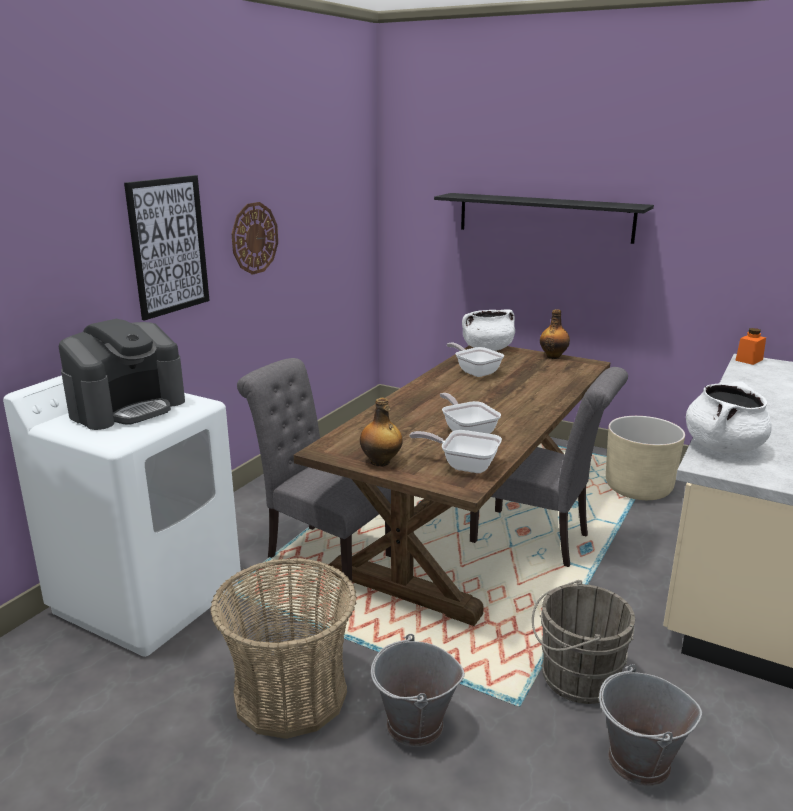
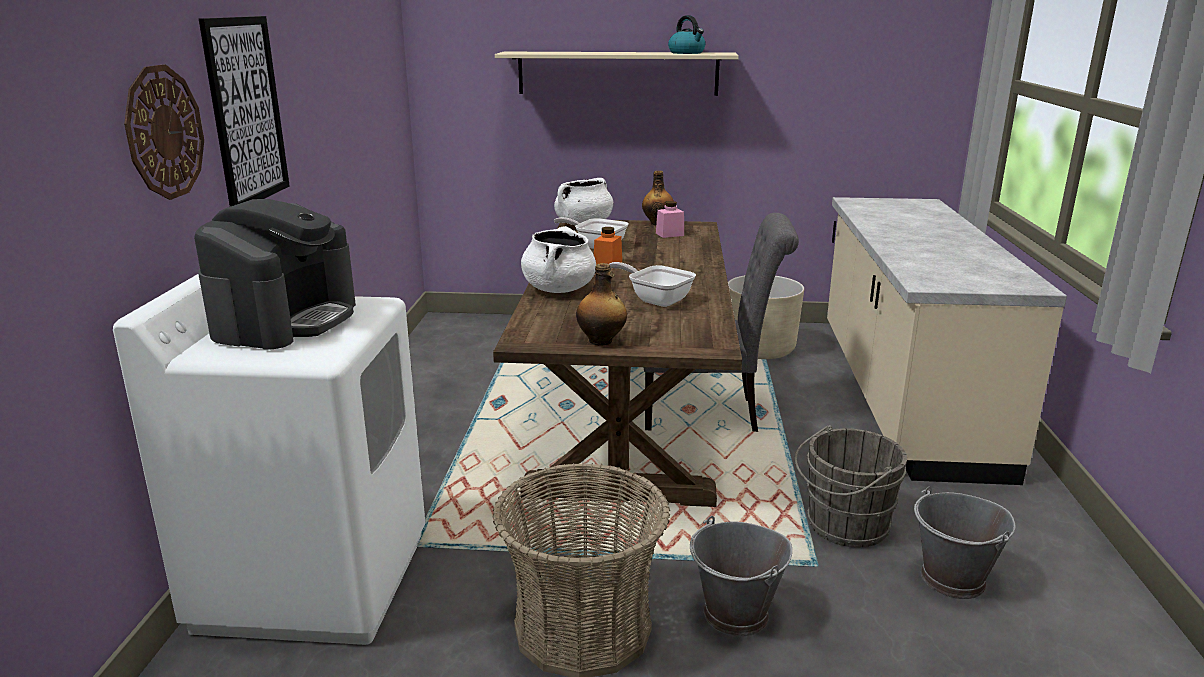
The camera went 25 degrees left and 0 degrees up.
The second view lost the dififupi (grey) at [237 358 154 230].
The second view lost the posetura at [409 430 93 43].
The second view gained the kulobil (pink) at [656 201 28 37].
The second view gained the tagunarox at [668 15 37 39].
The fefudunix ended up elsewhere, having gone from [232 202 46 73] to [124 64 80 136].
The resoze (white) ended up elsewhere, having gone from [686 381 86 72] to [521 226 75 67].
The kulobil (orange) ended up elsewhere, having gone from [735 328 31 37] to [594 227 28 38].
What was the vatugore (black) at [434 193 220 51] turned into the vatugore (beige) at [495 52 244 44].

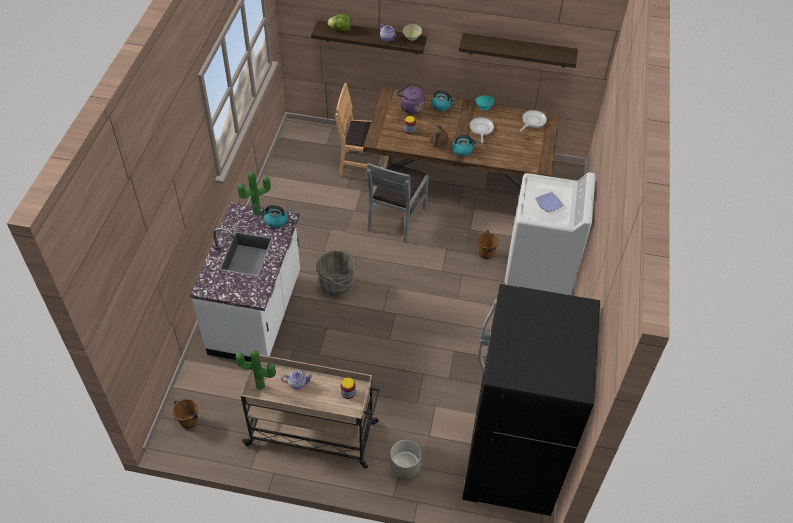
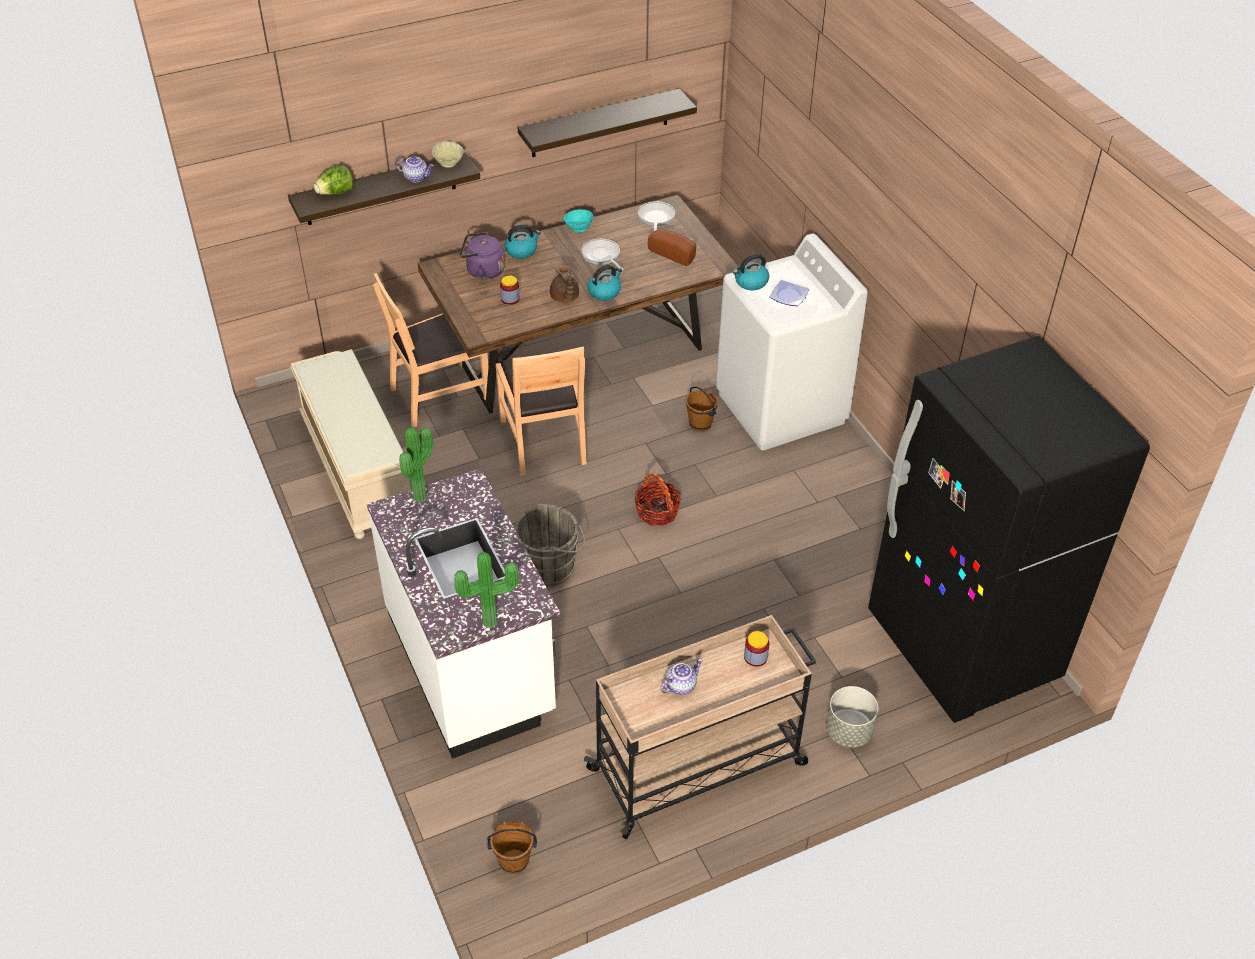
The camera went 35 degrees left and 5 degrees down.
The second view gained the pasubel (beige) at [290 349 121 190].
The second view gained the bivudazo at [635 473 46 53].
The second view gained the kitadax at [648 229 48 37].
The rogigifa ended up elsewhere, having gone from [236 350 40 40] to [454 552 65 76].
The tagunarox ended up elsewhere, having gone from [260 205 28 23] to [733 254 36 36].
What was the dififupi (grey) at [367 163 62 80] turned into the dififupi (brown) at [496 346 91 130].

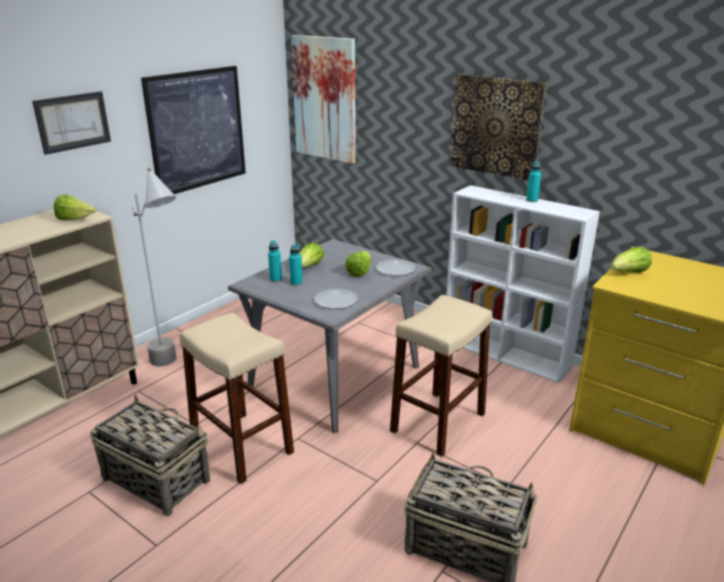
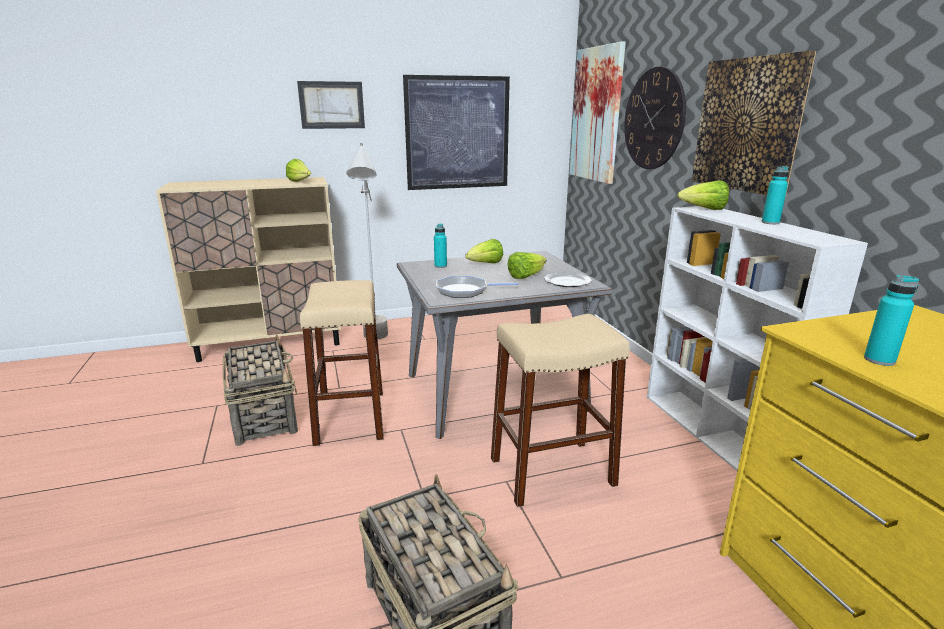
The camera went 35 degrees right and 5 degrees down.
The second view gained the fefudunix at [624 67 62 102].
The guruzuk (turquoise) ended up elsewhere, having gone from [289 244 14 42] to [864 275 55 91].
The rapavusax ended up elsewhere, having gone from [611 247 41 26] to [677 180 52 30].
Where the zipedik stood at [314 288 44 21], the posetura came to stand at [436 276 82 22].

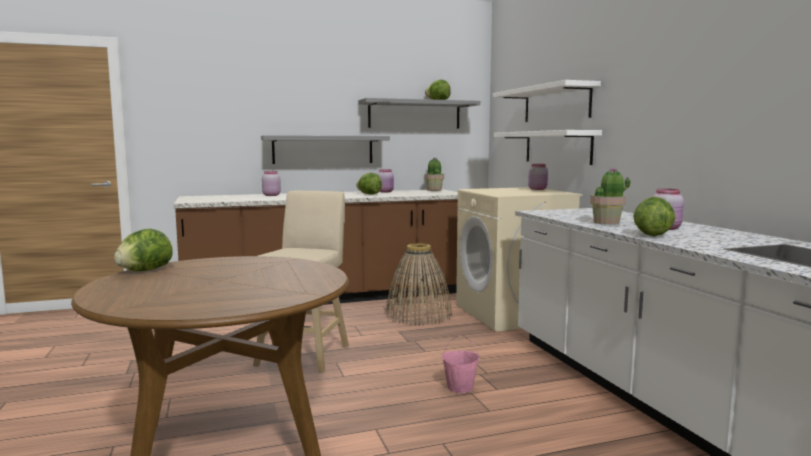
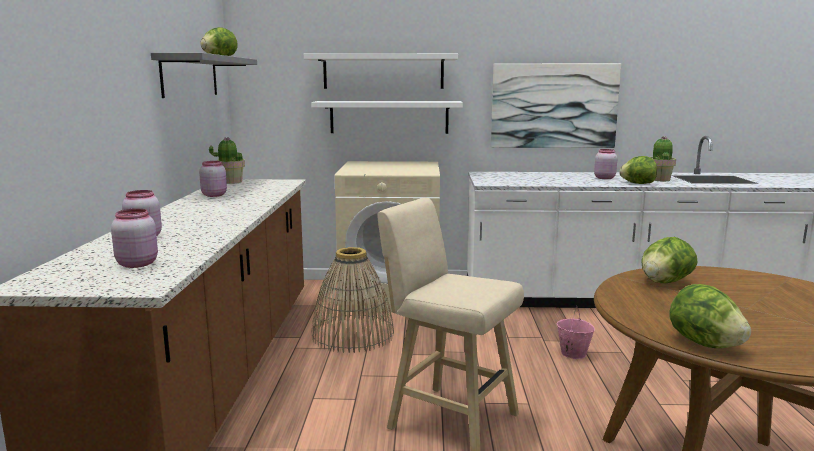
The camera went 70 degrees left and 5 degrees up.
The second view lost the vatugore (grey) at [261 135 129 29].
The second view gained the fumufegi at [491 63 130 85].
The rapavusax ended up elsewhere, having gone from [356 172 26 23] to [641 237 57 46].
The kulobil (pink) ended up elsewhere, having gone from [528 164 20 26] to [111 209 47 59].
The rogigifa ended up elsewhere, having gone from [590 168 40 57] to [650 136 26 45].

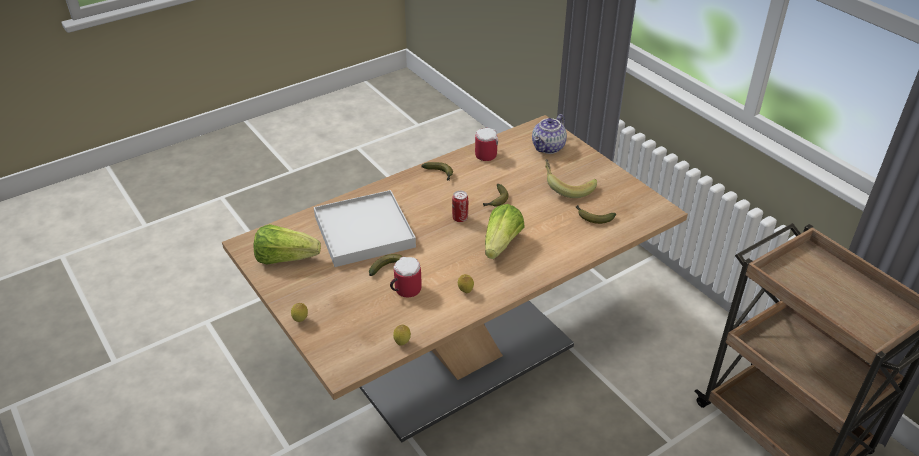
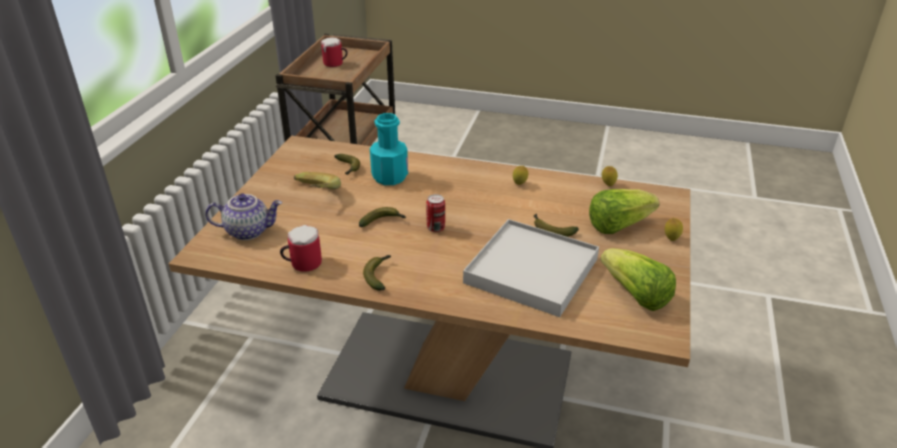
The camera went 130 degrees left and 5 degrees down.
The second view gained the guruzuk (turquoise) at [370 113 38 72].
The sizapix ended up elsewhere, having gone from [390 257 32 40] to [321 38 27 29].
The rapavusax ended up elsewhere, having gone from [485 204 39 55] to [589 189 71 45].

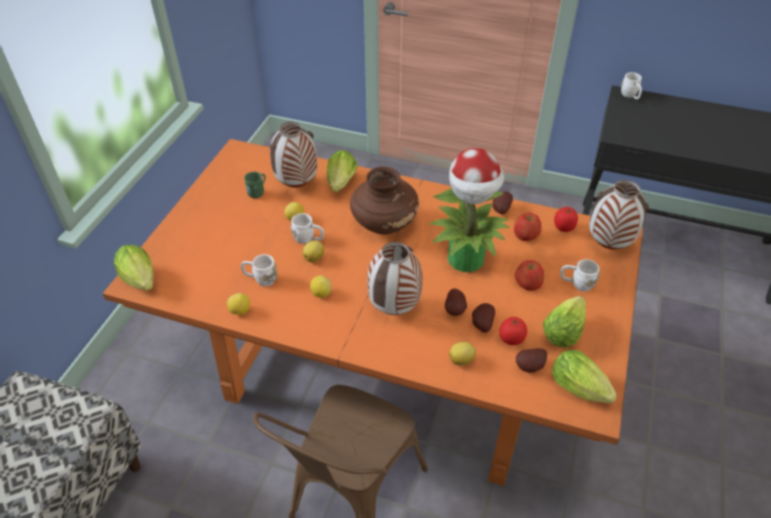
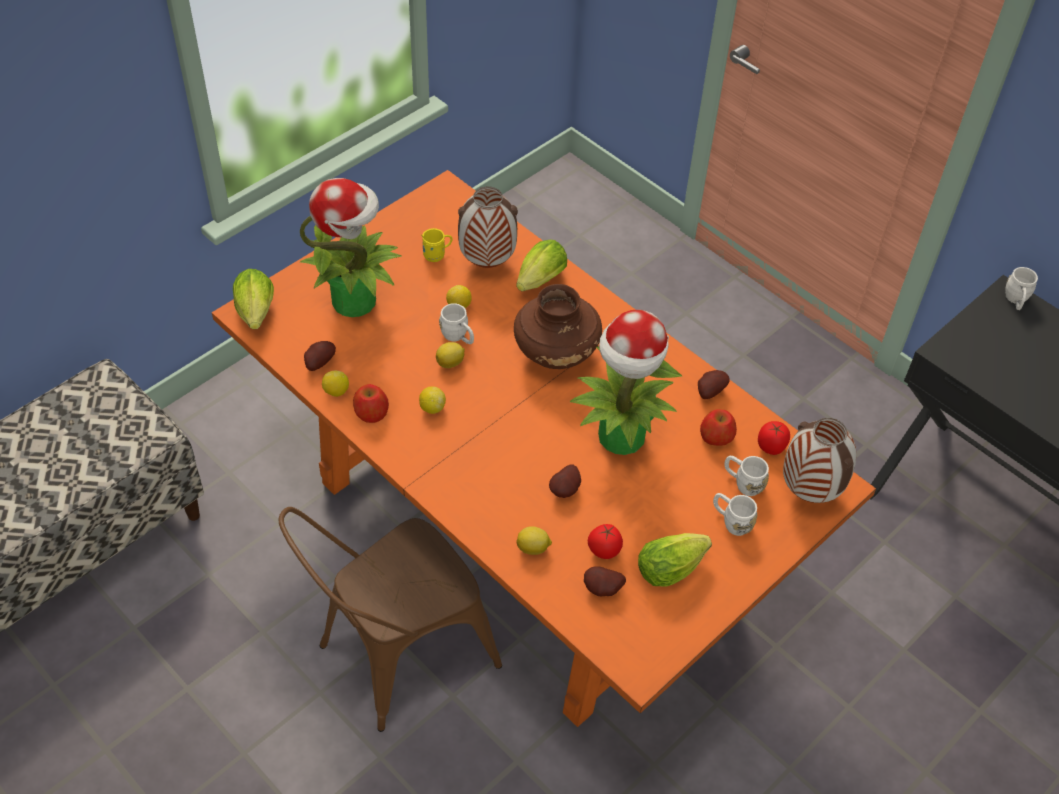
The camera went 25 degrees right and 5 degrees up.
The second view lost the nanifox at [367 242 56 73].
The second view lost the rapavusax at [552 350 65 53].
The second view gained the rogigifa at [299 178 103 139].
The sizapix (white) ended up elsewhere, having gone from [241 254 36 33] to [724 456 45 40].
The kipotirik ended up elsewhere, having gone from [472 303 23 30] to [304 341 32 30].
The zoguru ended up elsewhere, having gone from [515 260 29 31] to [353 384 36 39].
What was the sizapix (green) at [244 172 22 26] turned into the sizapix (yellow) at [421 228 32 34].

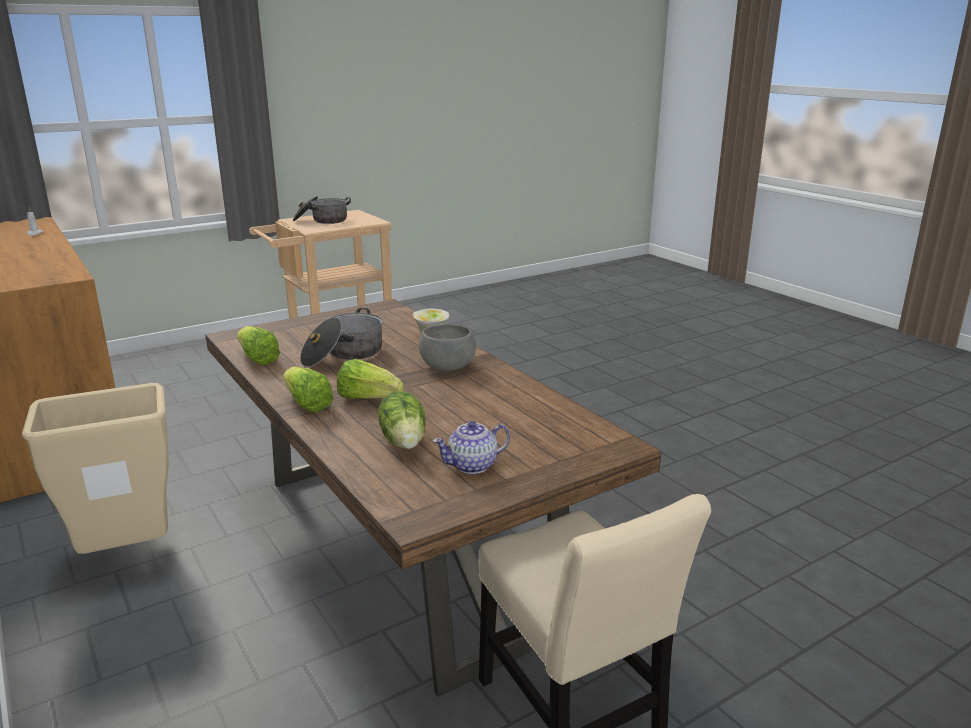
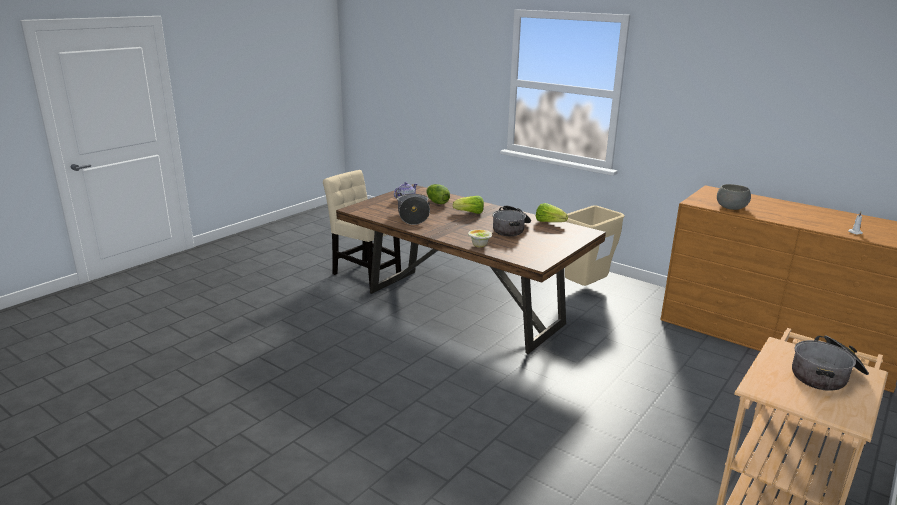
The camera went 160 degrees right and 0 degrees up.
The second view lost the rapavusax at [283 366 50 46].
The second view gained the resoze at [396 193 34 32].
The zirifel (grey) ended up elsewhere, having gone from [419 324 57 47] to [717 184 34 26].

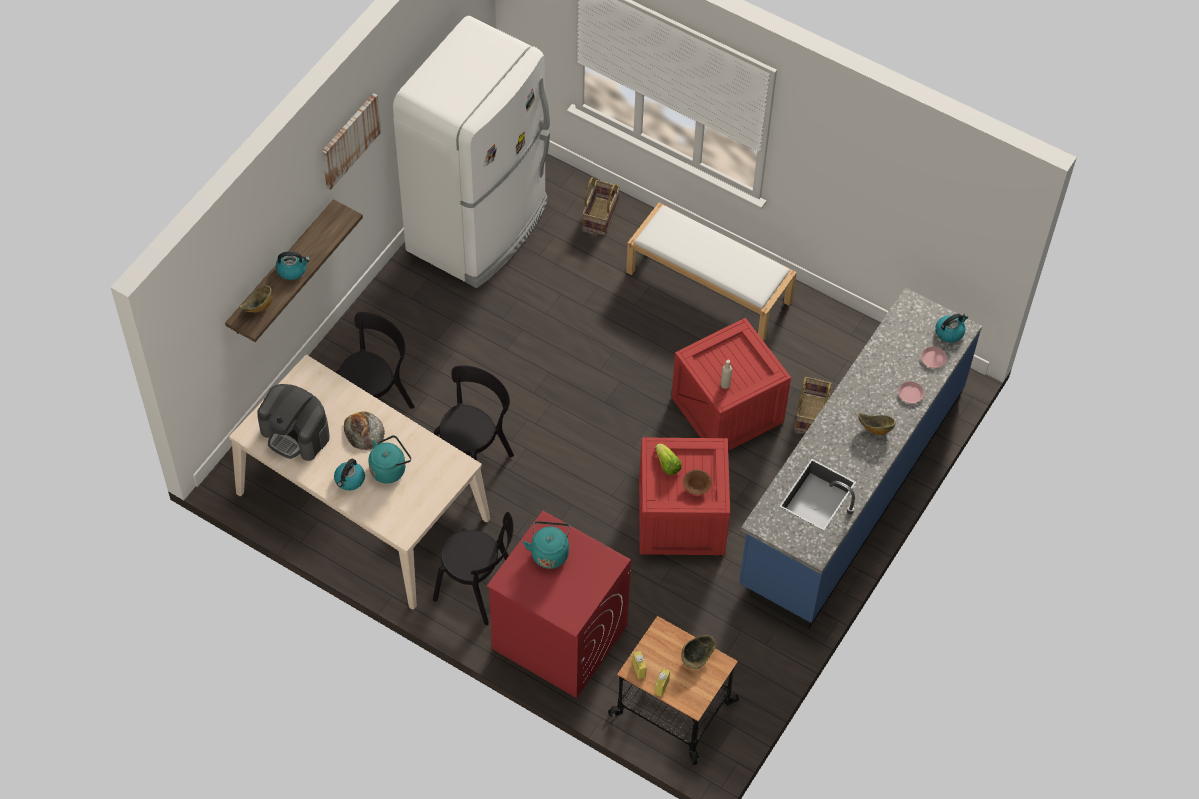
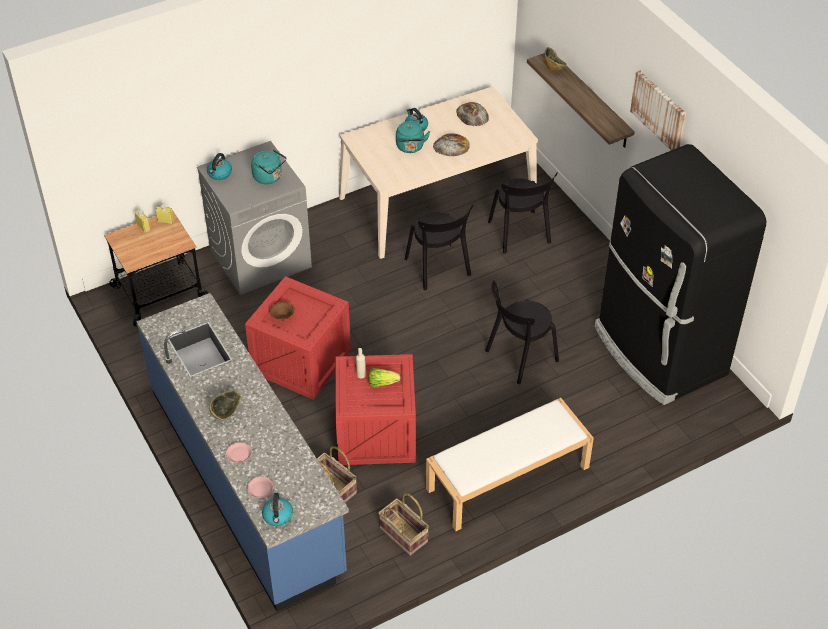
The camera went 120 degrees right and 10 degrees down.
The second view lost the zirifel at [681 635 35 34].
The tagunarox ended up elsewhere, having gone from [276 251 34 29] to [207 153 25 27].
The dififupi (black) ended up elsewhere, having gone from [433 512 81 114] to [485 280 74 104].
The bivudazo ended up elsewhere, having gone from [582 177 38 59] to [378 493 51 63].
The rapavusax ended up elsewhere, having gone from [655 443 27 32] to [368 368 33 19].
Where the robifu stood at [257 384 73 77], the kitadax came to stand at [456 102 33 24].
What was the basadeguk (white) at [393 16 157 272] turned into the basadeguk (black) at [595 144 171 261].
What was the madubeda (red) at [487 511 144 187] turned into the madubeda (grey) at [197 141 115 154].

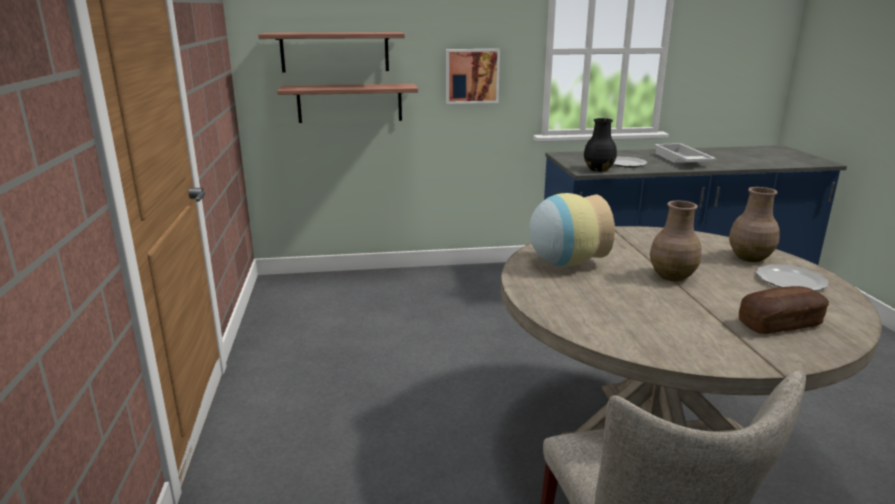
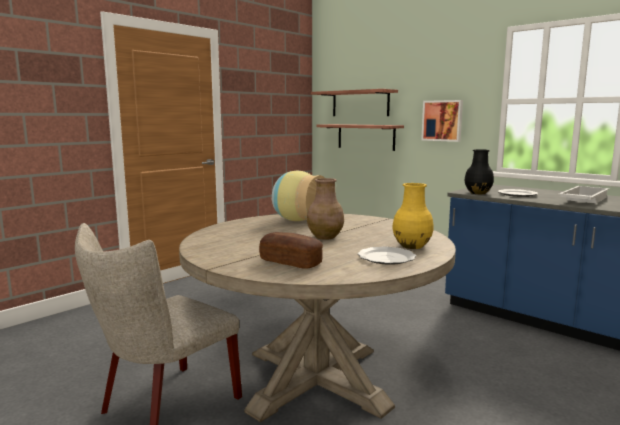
The camera went 50 degrees right and 10 degrees down.
What was the nanifox (brown) at [729 187 51 75] turned into the nanifox (yellow) at [392 183 42 66].

